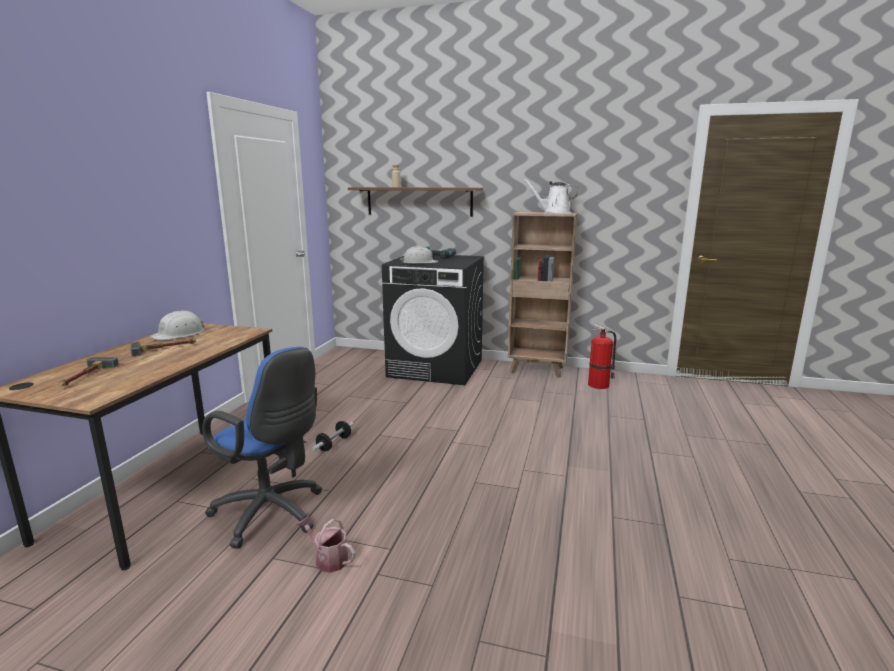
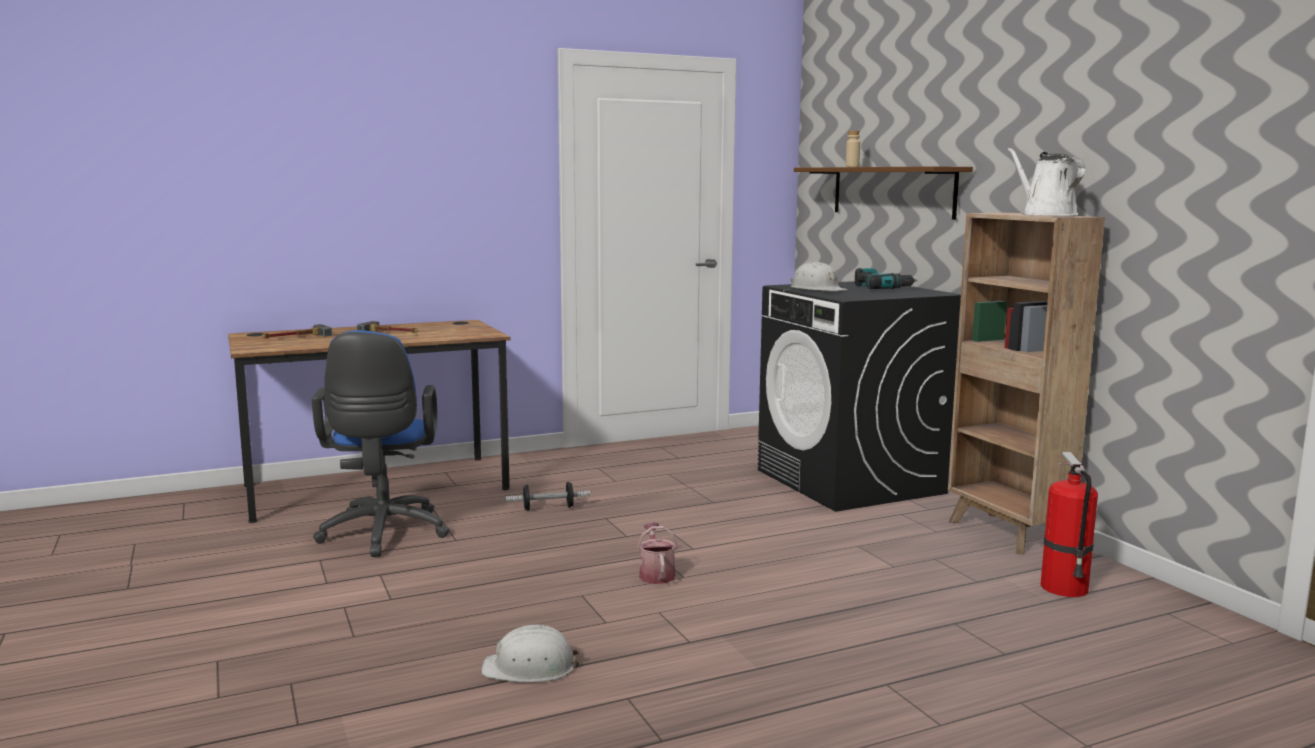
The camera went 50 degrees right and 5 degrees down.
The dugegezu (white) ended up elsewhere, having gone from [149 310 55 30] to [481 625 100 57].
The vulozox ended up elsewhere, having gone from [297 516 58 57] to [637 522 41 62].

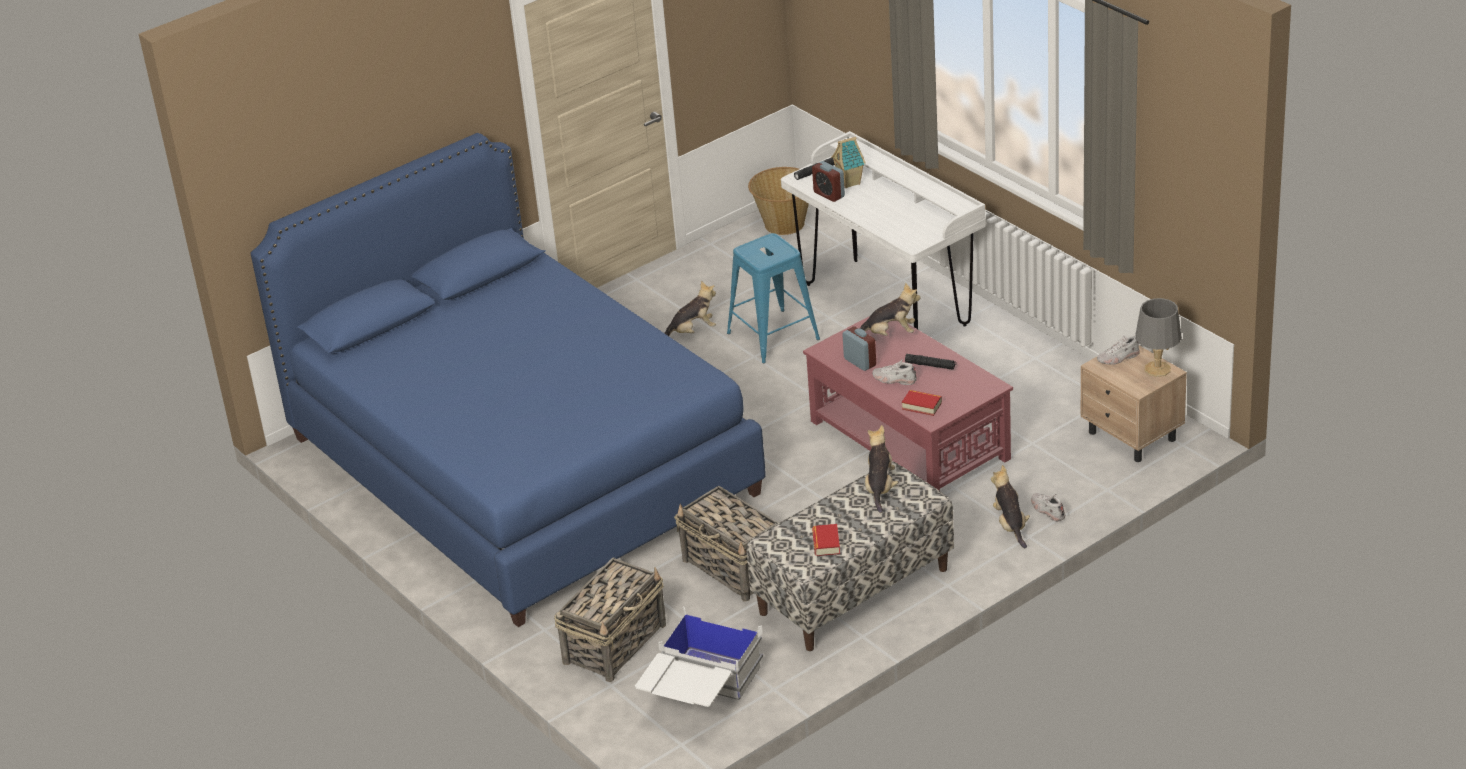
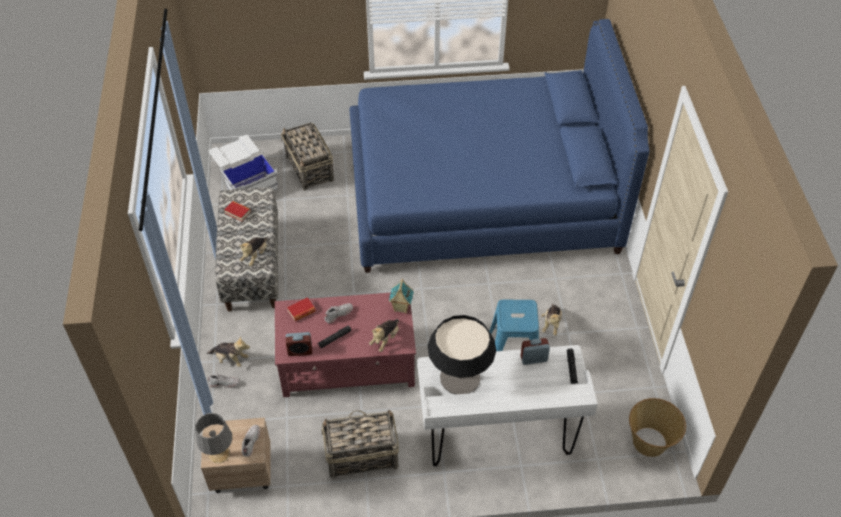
The camera went 120 degrees right and 15 degrees up.
The second view gained the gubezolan at [428 315 68 79].
The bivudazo ended up elsewhere, having gone from [674 486 105 116] to [321 410 78 69].
The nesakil ended up elsewhere, having gone from [831 137 35 51] to [389 279 25 35].
The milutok ended up elsewhere, having gone from [842 327 34 44] to [286 332 26 24].
The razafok at [865 425 33 88] ended up facing another way, 75 degrees clockwise from before.

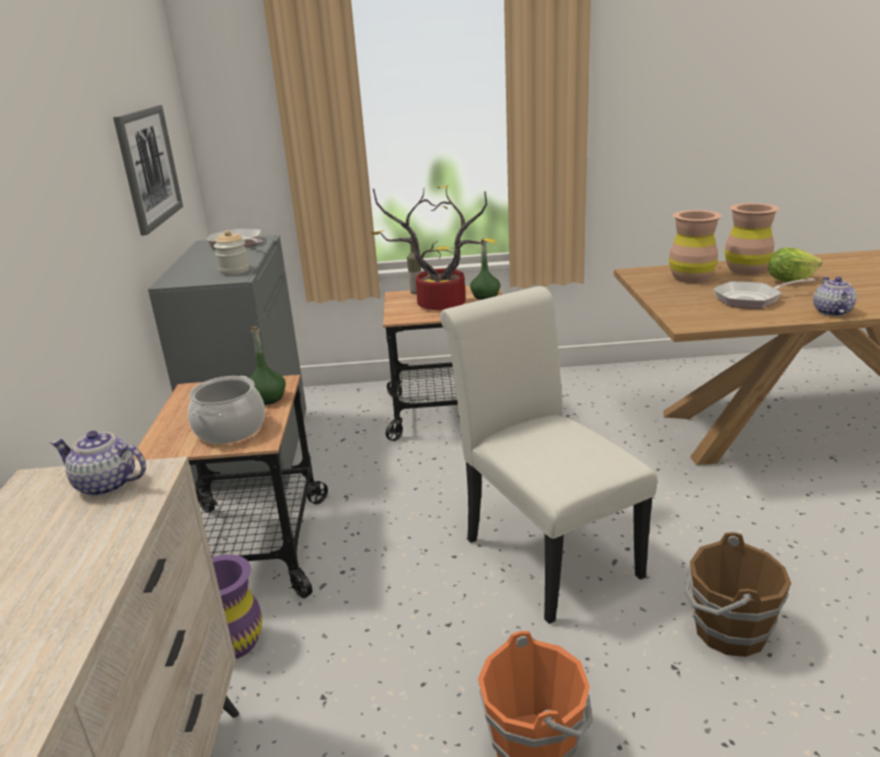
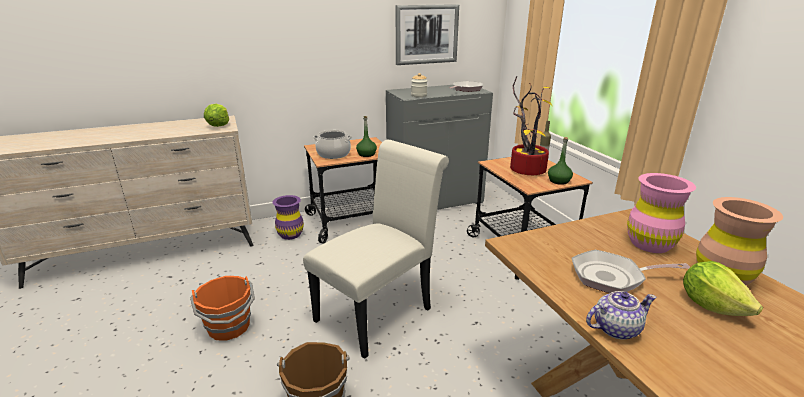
The camera went 70 degrees right and 0 degrees up.
Where the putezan stood at [50 431 96 65], the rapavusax came to stand at [204 104 25 23].
What was the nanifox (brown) at [669 210 53 73] turned into the nanifox (pink) at [627 173 69 80].
The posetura at [713 278 102 31] ended up facing another way, 60 degrees counterclockwise from before.

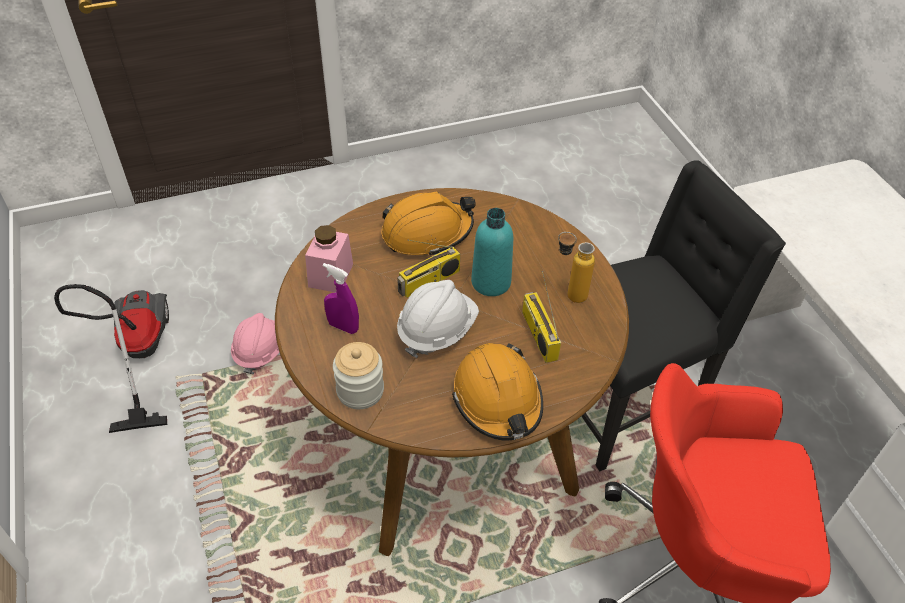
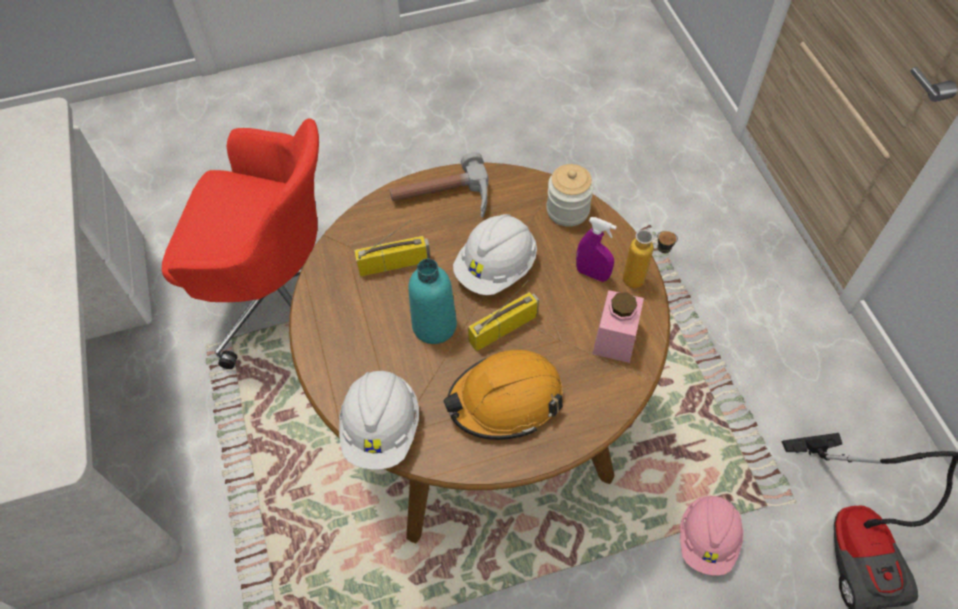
The camera went 175 degrees left and 10 degrees up.
The second view lost the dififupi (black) at [581 160 205 312].
The second view gained the dugegezu (white) at [339 371 80 99].
The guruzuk ended up elsewhere, having gone from [558 232 37 71] to [623 229 55 59].
Where the dugegezu (orange) stood at [452 343 91 98], the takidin came to stand at [390 152 98 66].
The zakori at [522 271 39 92] ended up facing another way, 90 degrees counterclockwise from before.

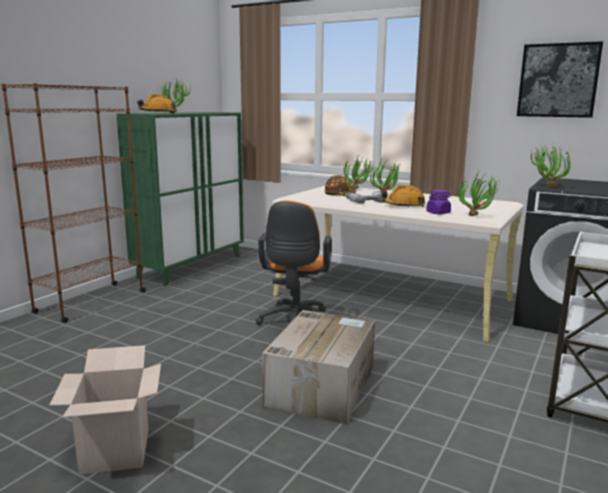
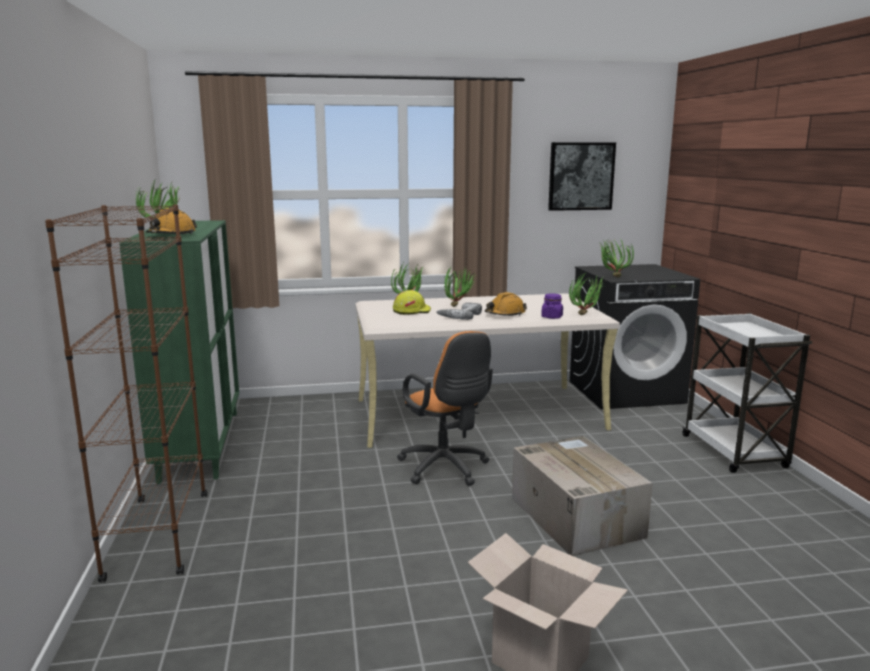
The camera went 40 degrees left and 0 degrees up.
What was the dugegezu (brown) at [325 175 32 21] turned into the dugegezu (yellow) at [393 290 38 25].

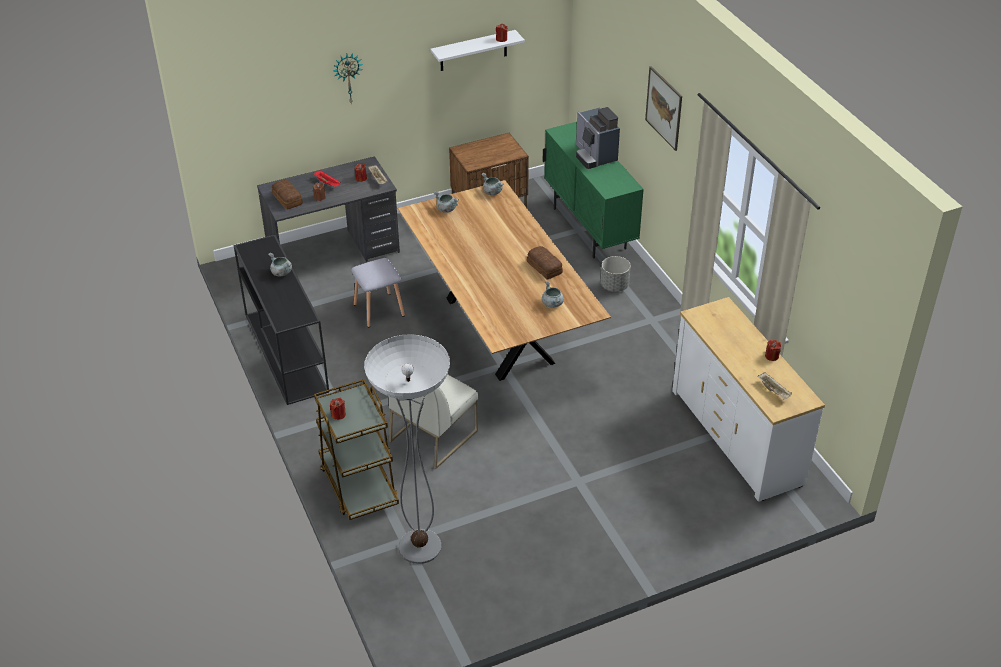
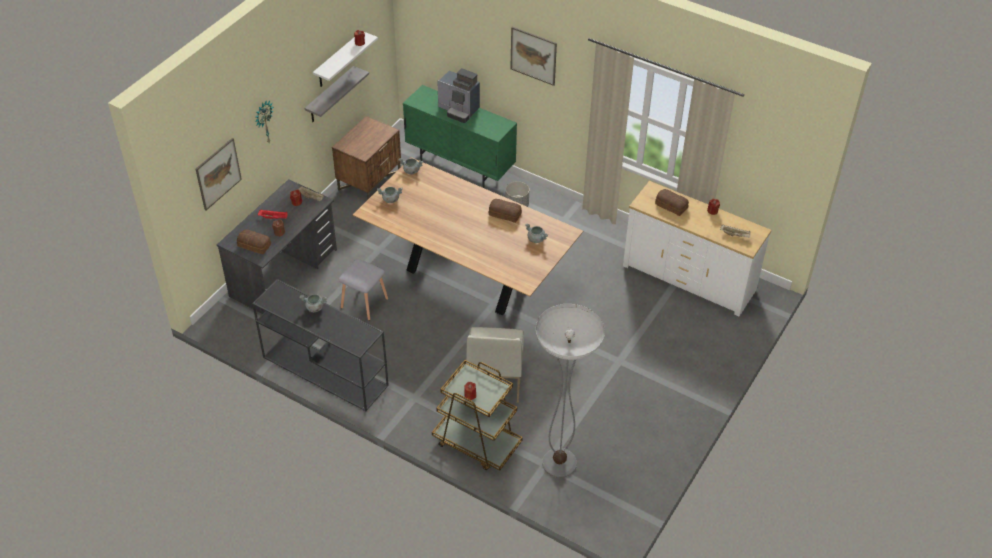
The camera went 35 degrees left and 5 degrees up.
The second view gained the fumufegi at [195 138 47 73].
The second view gained the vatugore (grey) at [304 66 65 56].
The second view gained the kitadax at [655 189 34 27].

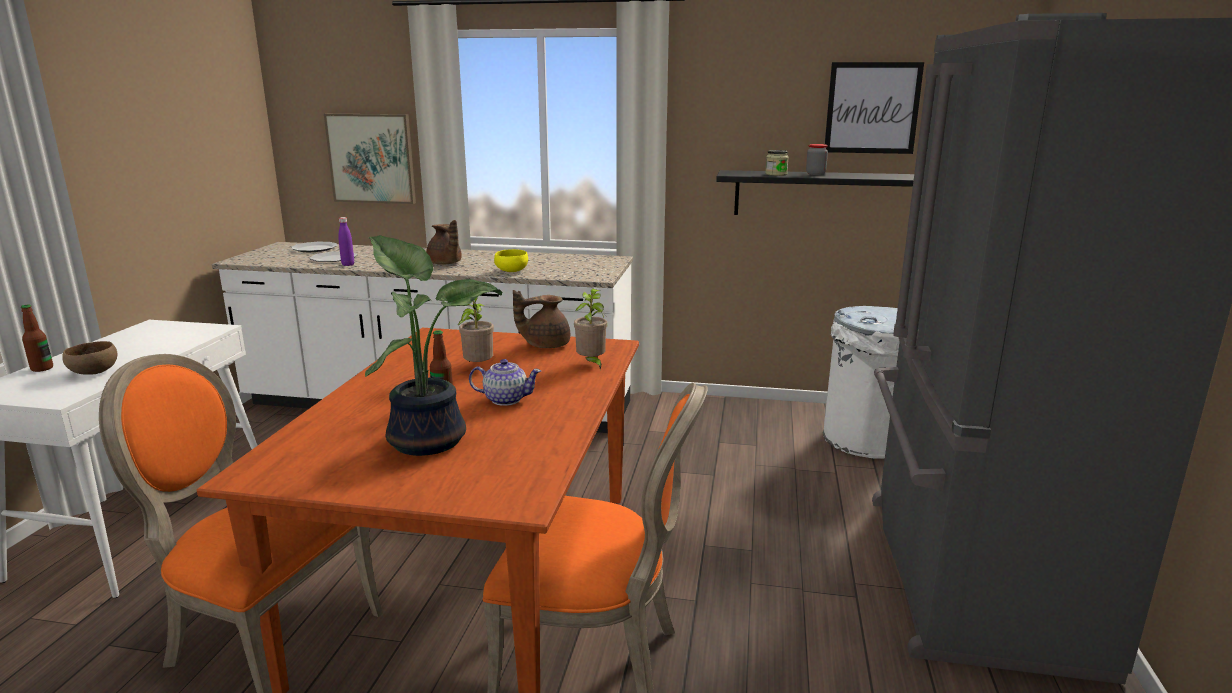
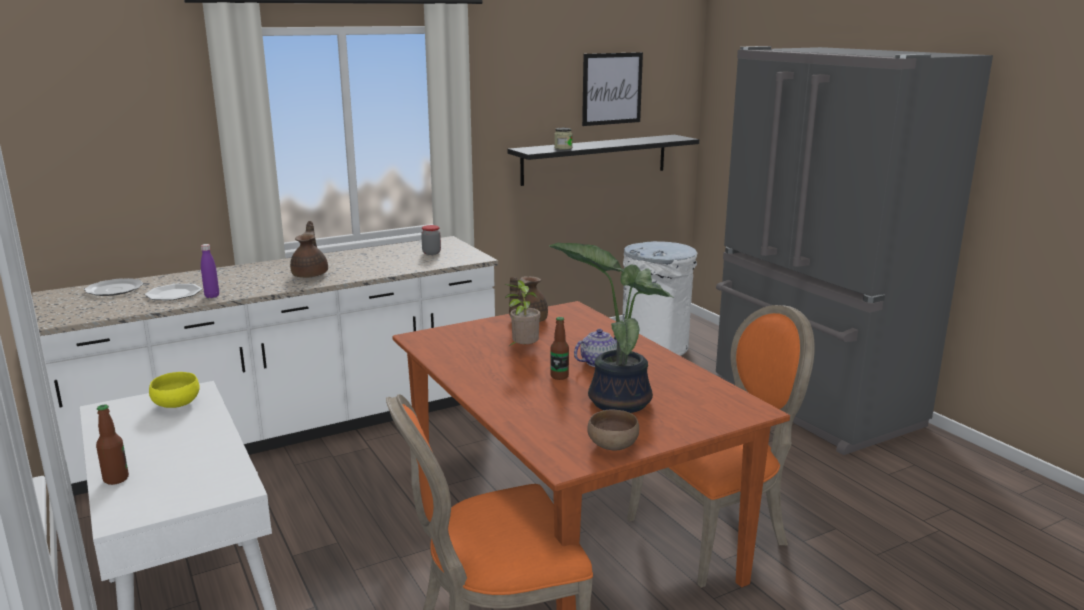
The camera went 40 degrees left and 0 degrees up.
The second view lost the fumufegi at [324 114 92 90].
The second view lost the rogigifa at [574 288 33 82].
The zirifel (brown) ended up elsewhere, having gone from [62 341 55 34] to [587 410 52 41].
The zirifel (yellow) ended up elsewhere, having gone from [494 249 34 23] to [149 372 51 36].
The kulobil ended up elsewhere, having gone from [806 144 22 31] to [421 225 20 30].
The putezan (brown) at [426 220 36 45] ended up facing another way, 105 degrees counterclockwise from before.

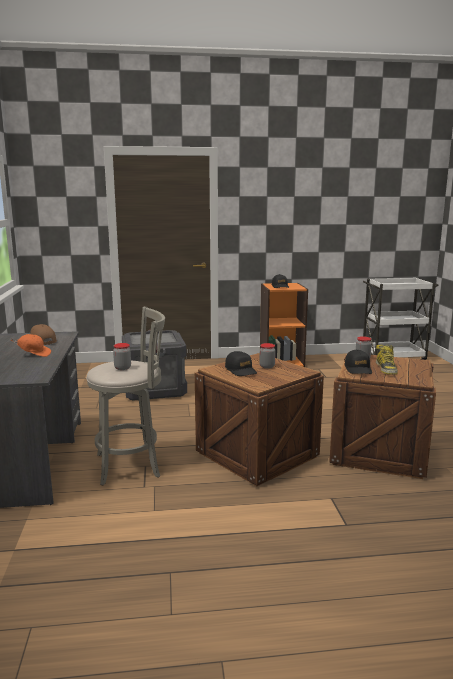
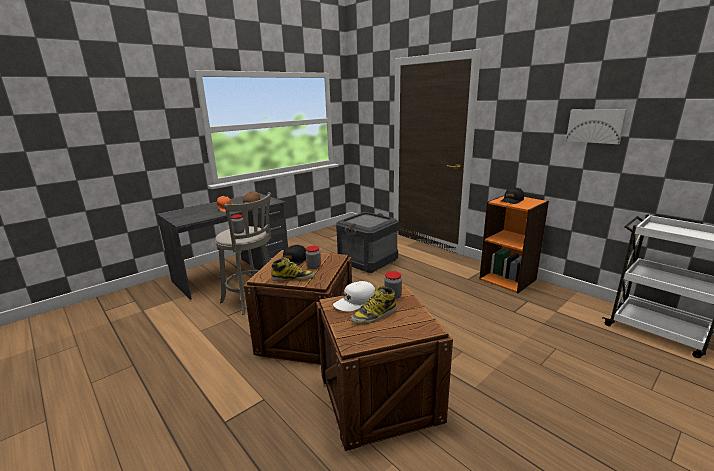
The camera went 55 degrees right and 5 degrees up.
The second view gained the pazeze at [271 257 44 24].
The second view gained the fumufegi at [566 109 61 35].
What was the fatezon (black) at [344 350 28 24] turned into the fatezon (white) at [333 281 42 31].

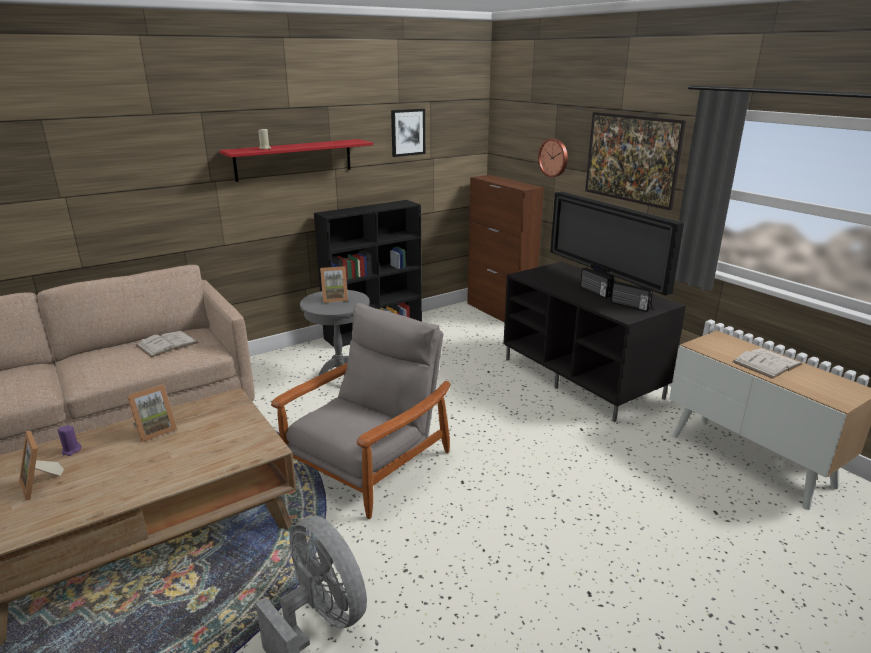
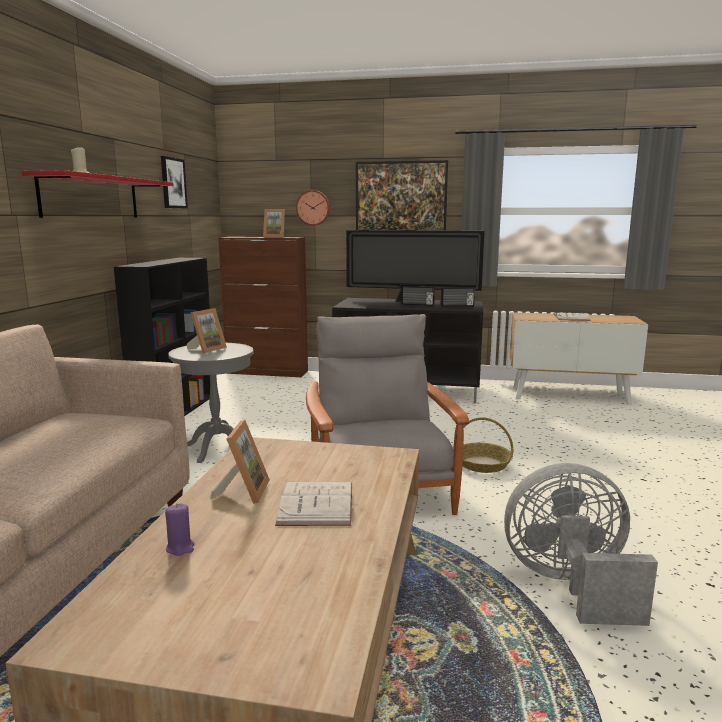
The camera went 45 degrees left and 10 degrees down.
The second view gained the bivudazo at [463 417 50 56].
The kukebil ended up elsewhere, having gone from [19 431 45 69] to [263 209 22 29].
The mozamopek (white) ended up elsewhere, having gone from [136 331 63 26] to [275 481 77 45].

